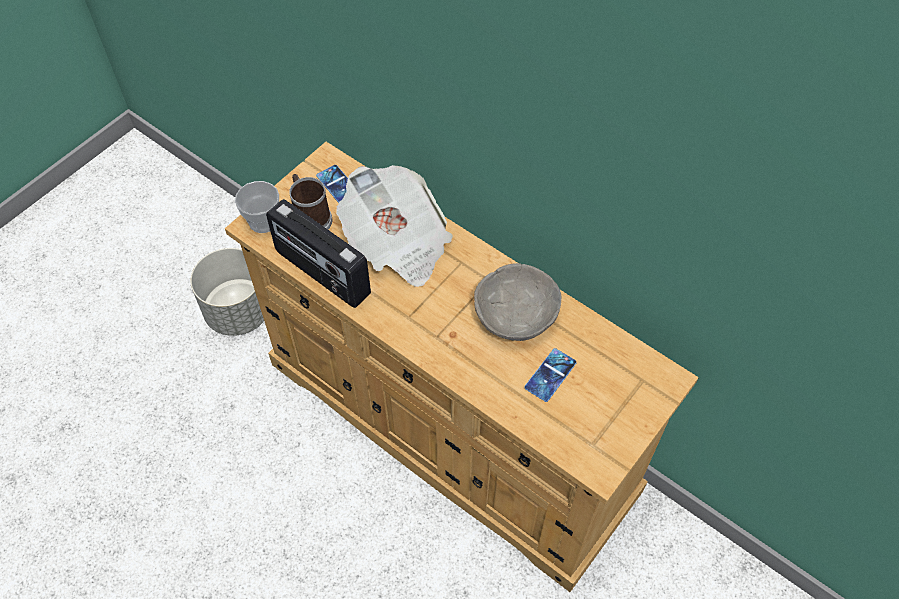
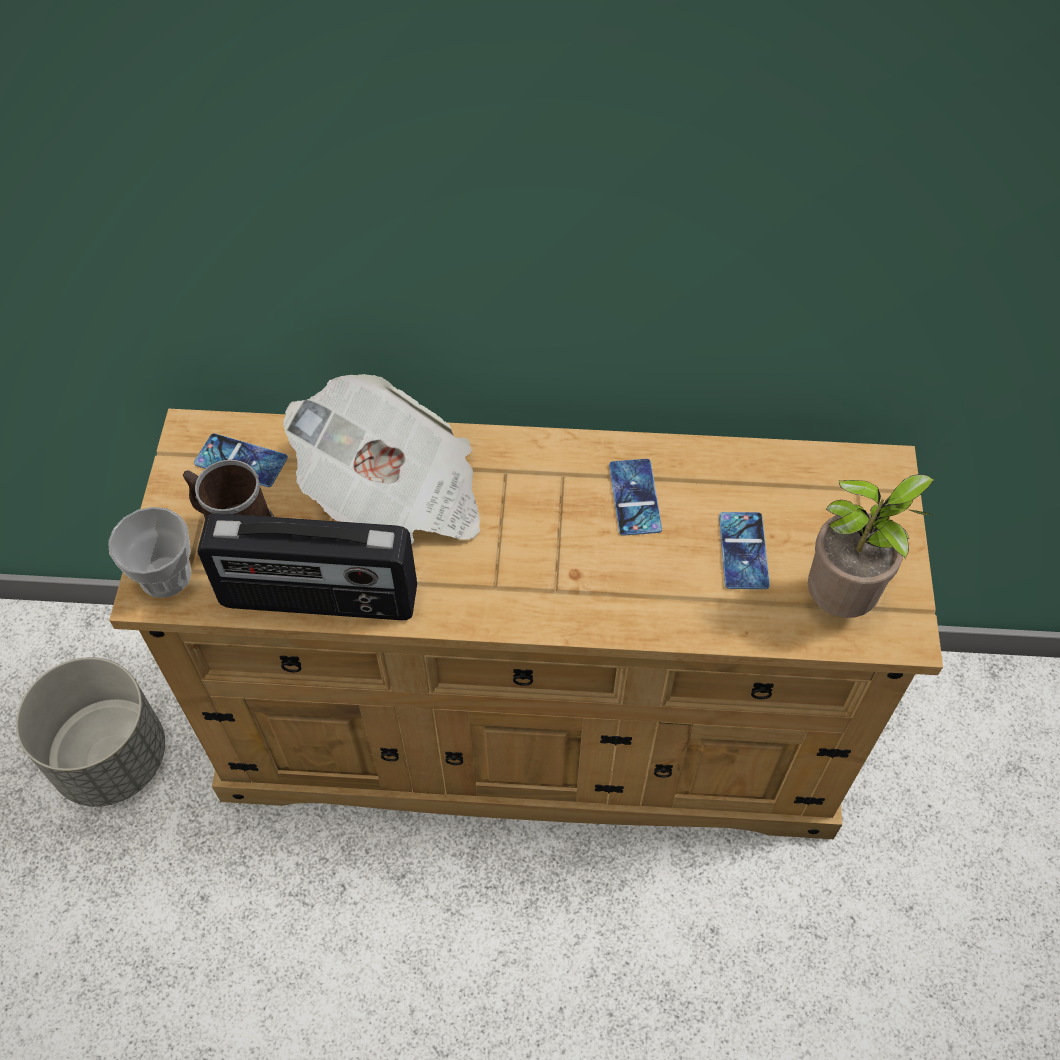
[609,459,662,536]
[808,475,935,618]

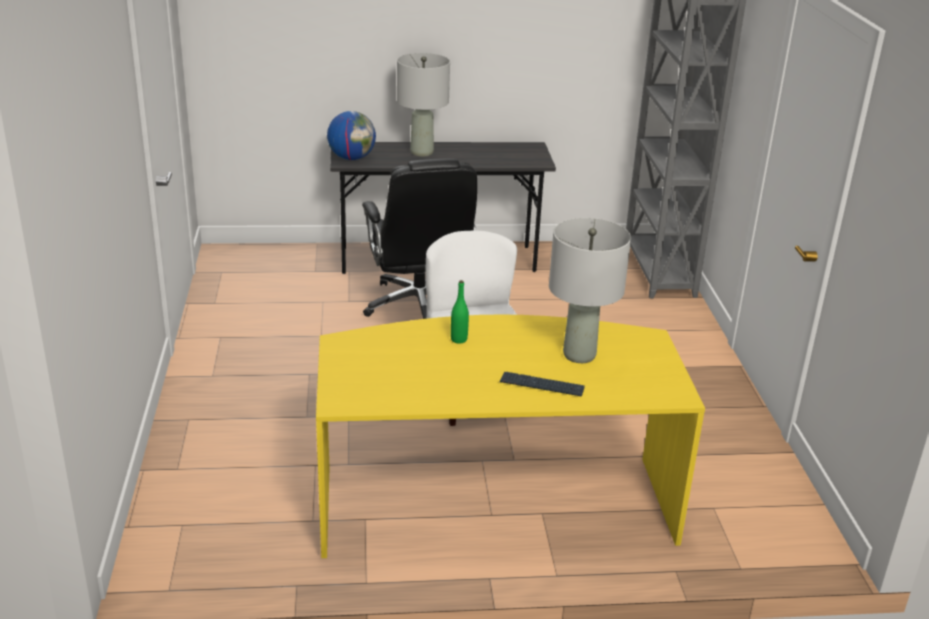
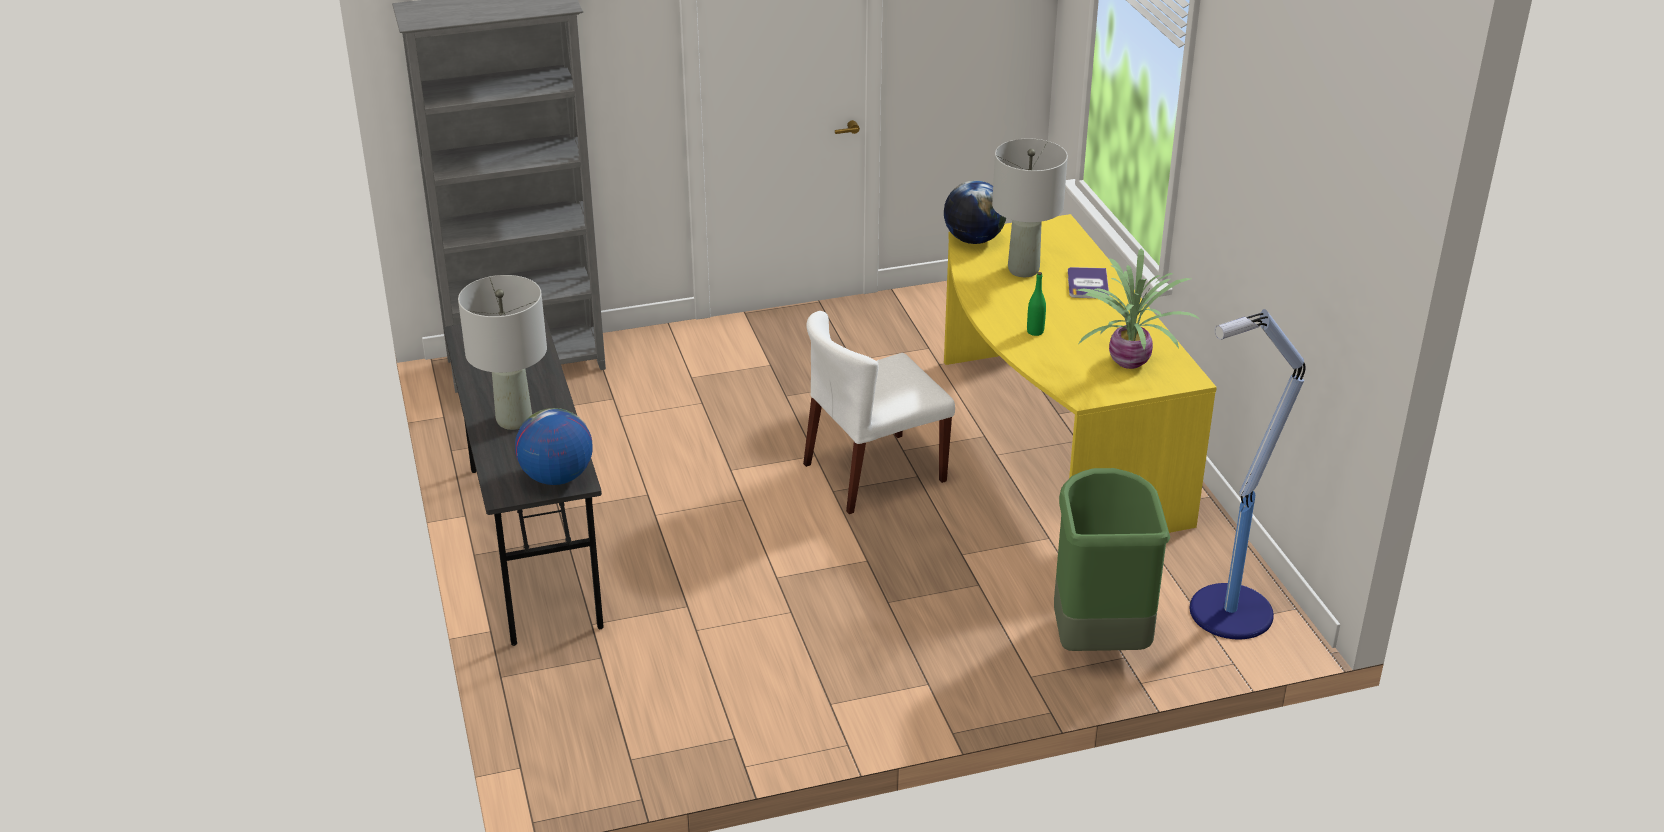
[362,158,477,319] (first image)
[1067,267,1109,298]
[944,180,1006,244]
[1054,468,1170,651]
[1077,248,1200,369]
[1190,309,1306,639]

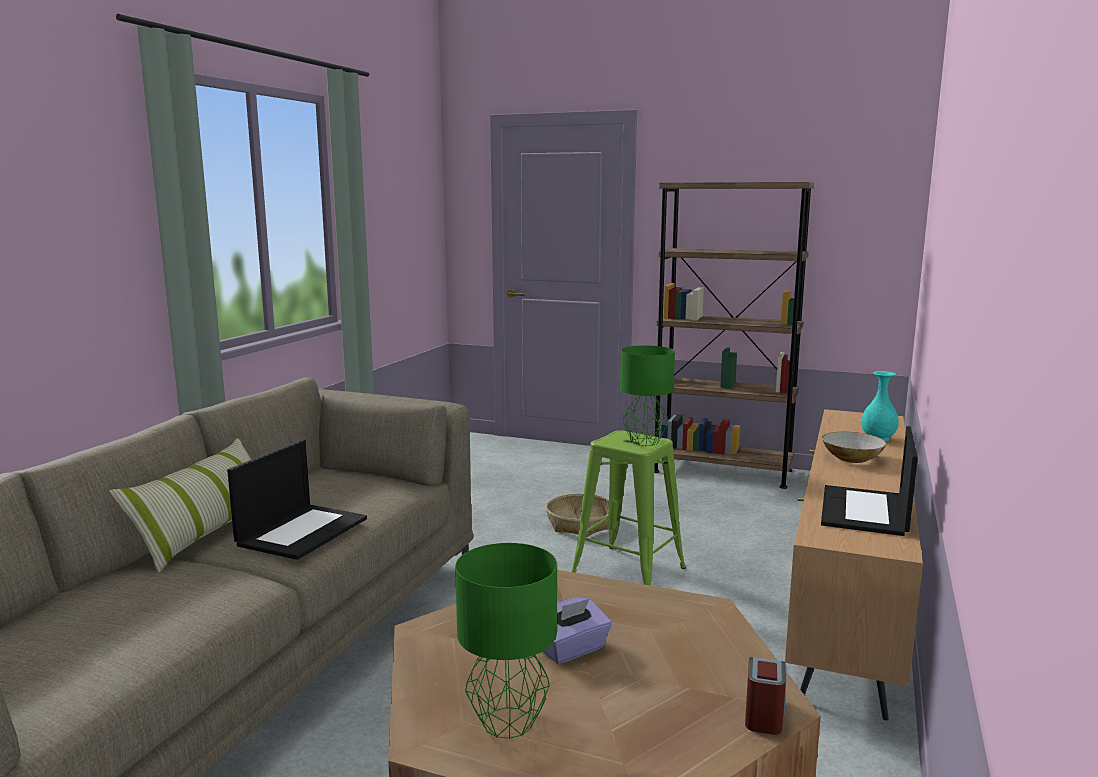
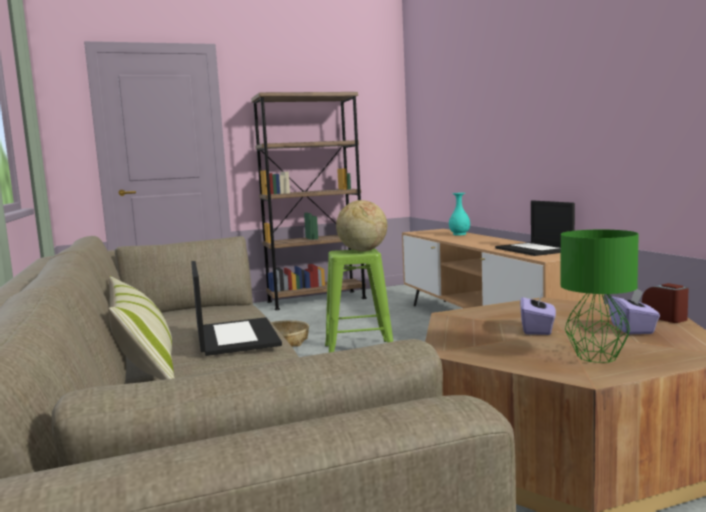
[336,200,387,251]
[822,432,887,463] (first image)
[608,289,660,334]

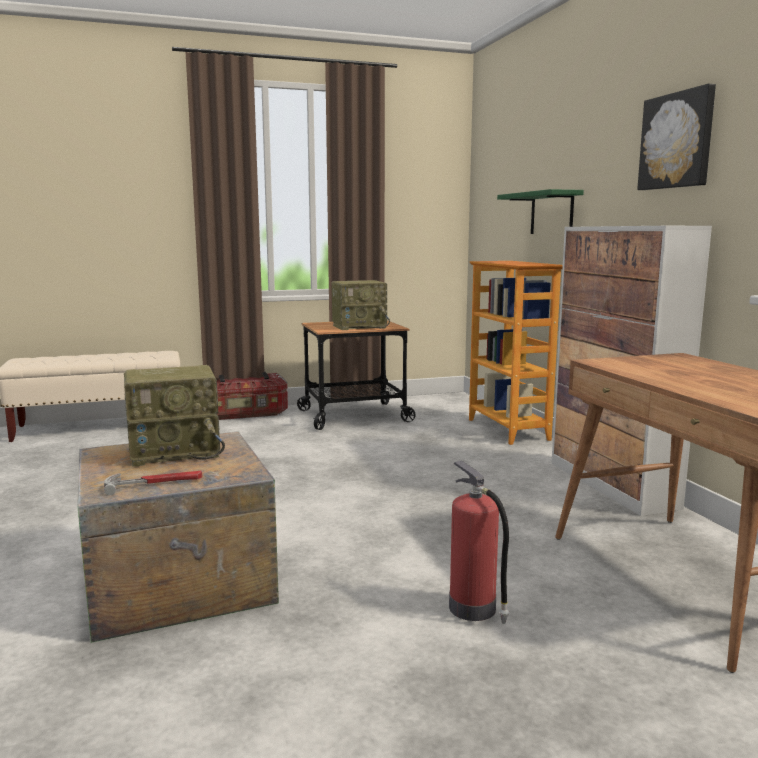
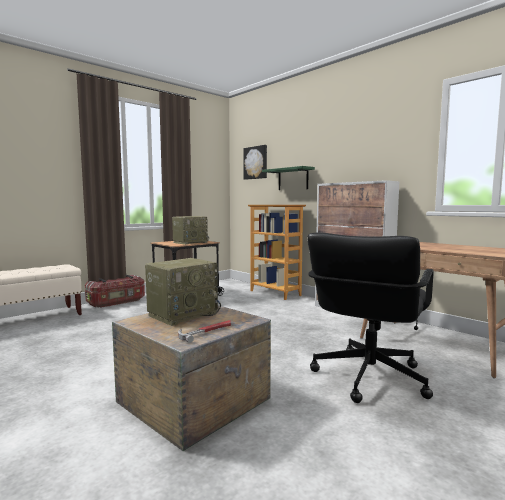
[307,232,434,403]
[243,145,267,180]

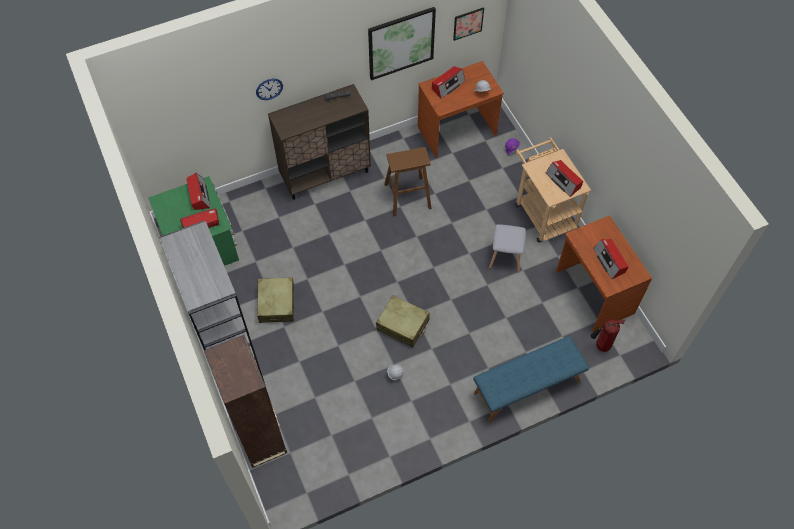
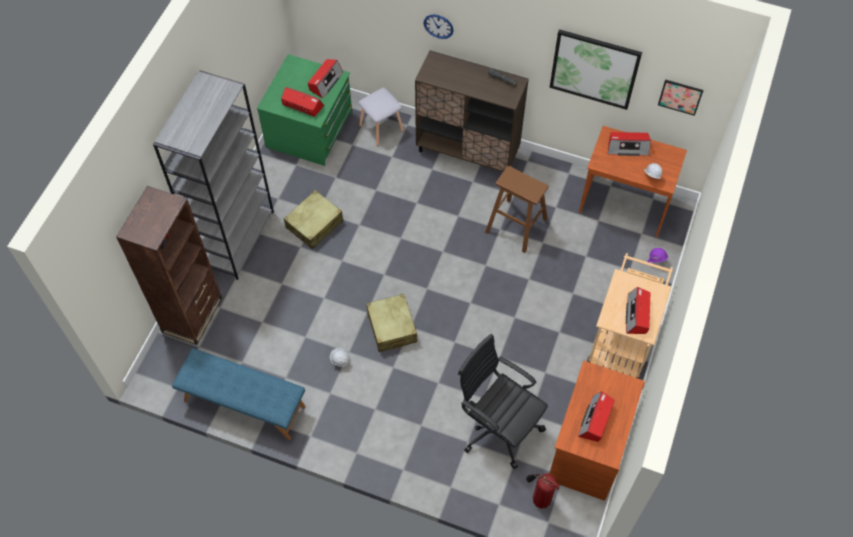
[172,348,306,440]
[359,88,404,146]
[458,334,548,469]

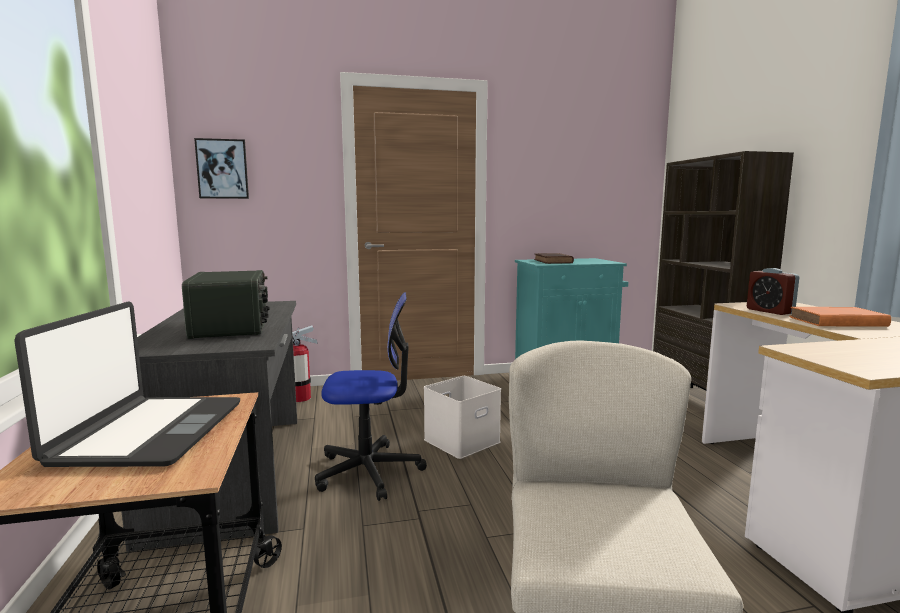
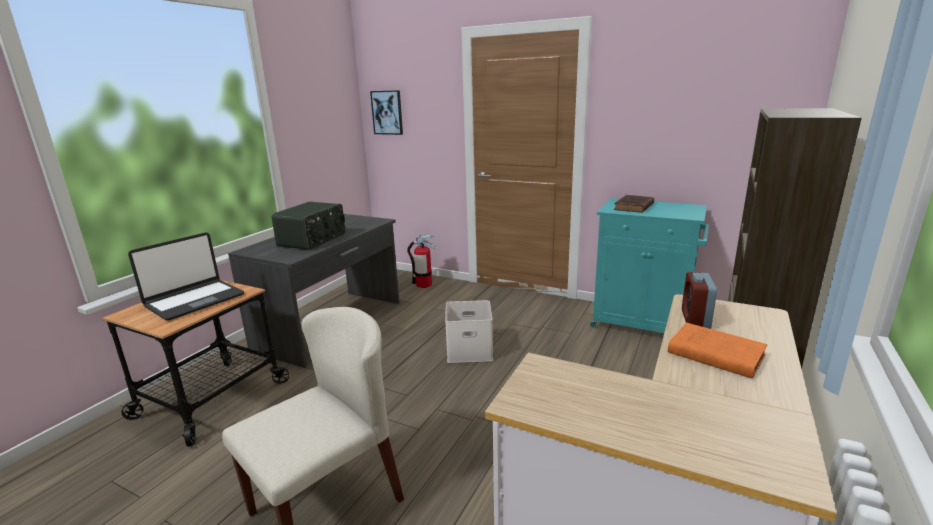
[315,292,427,501] (first image)

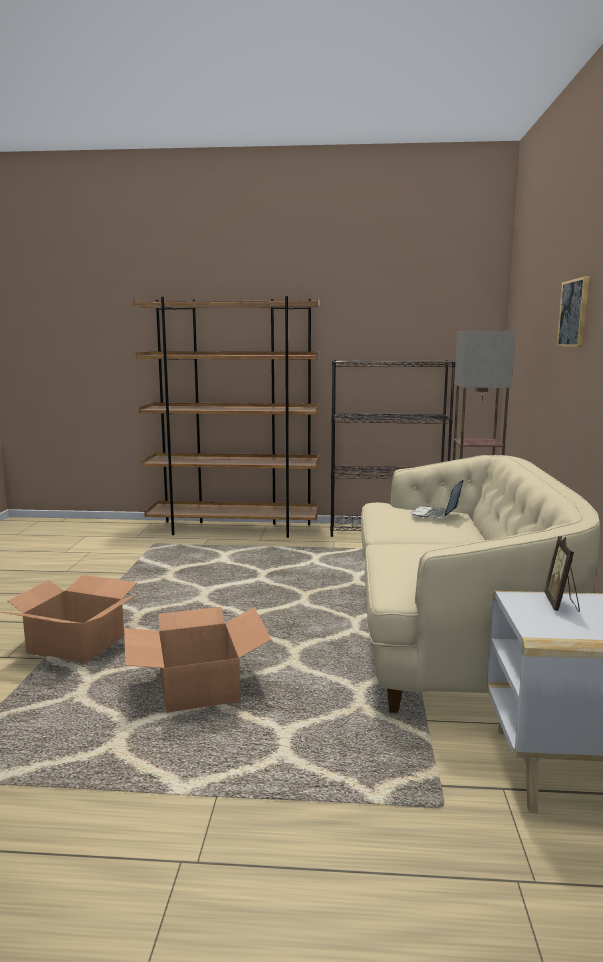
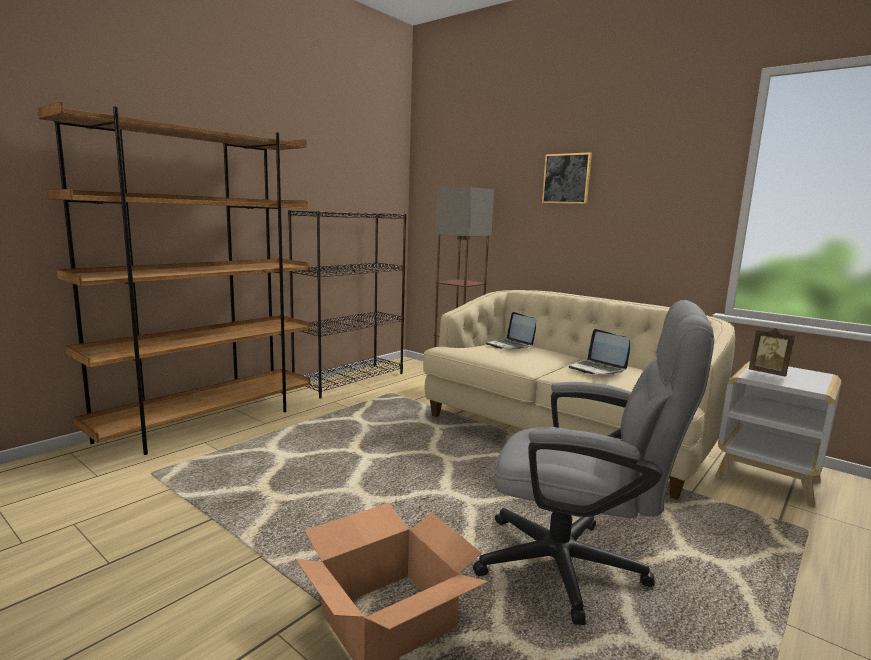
[473,300,714,625]
[569,329,630,374]

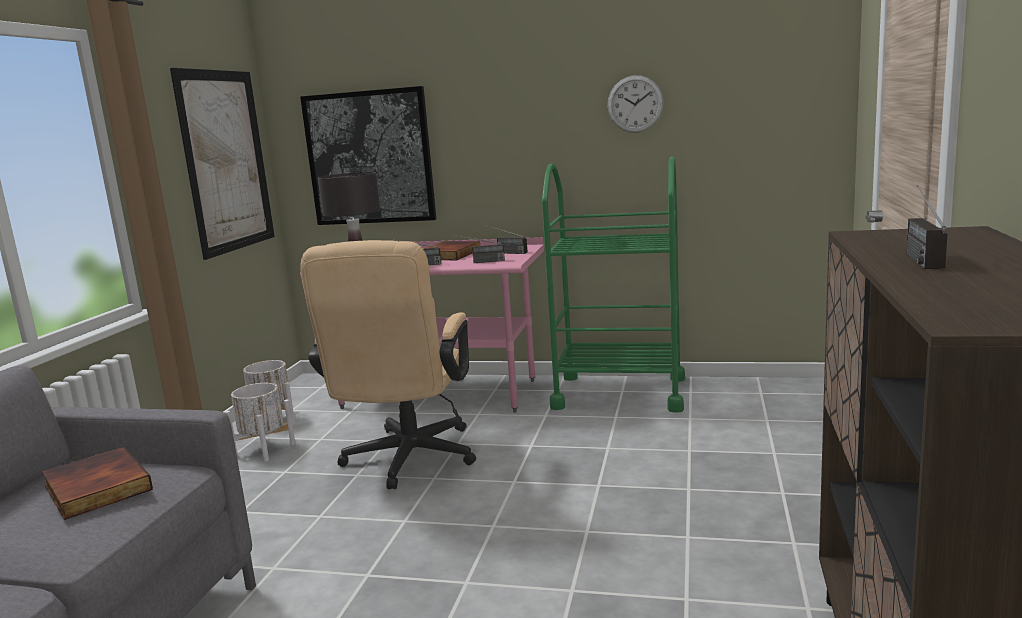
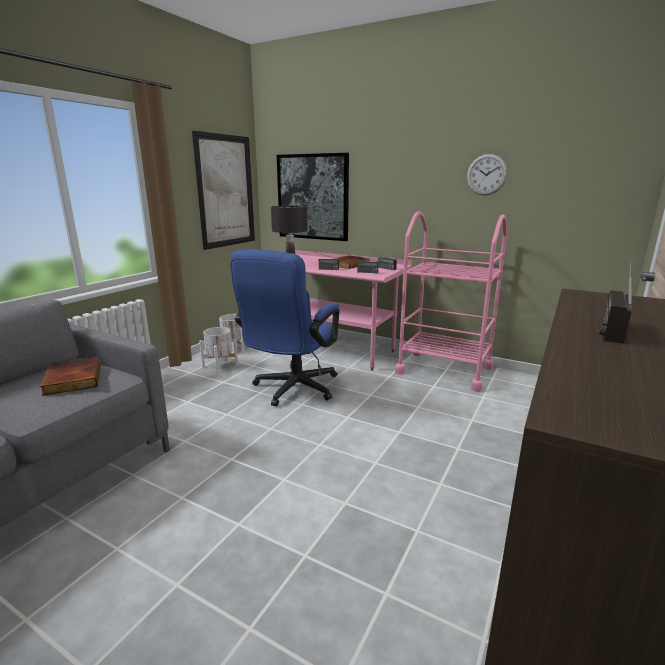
[230,249,339,407]
[395,211,507,392]

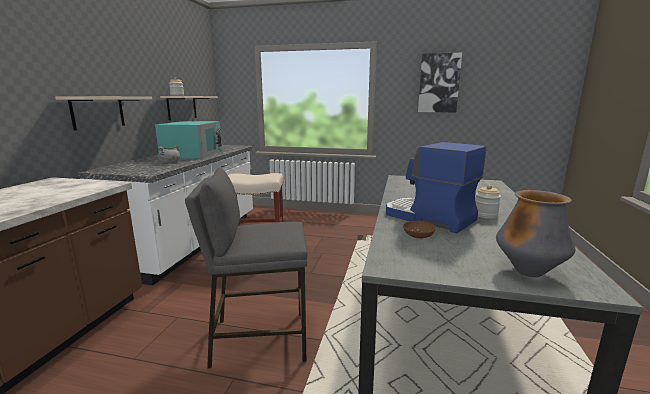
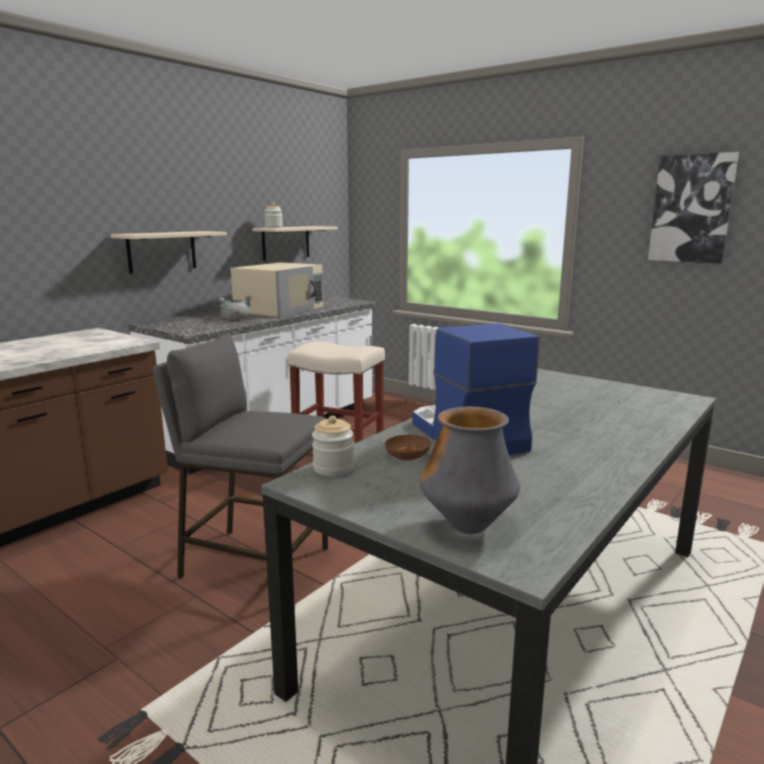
[231,262,323,317]
[312,416,354,476]

